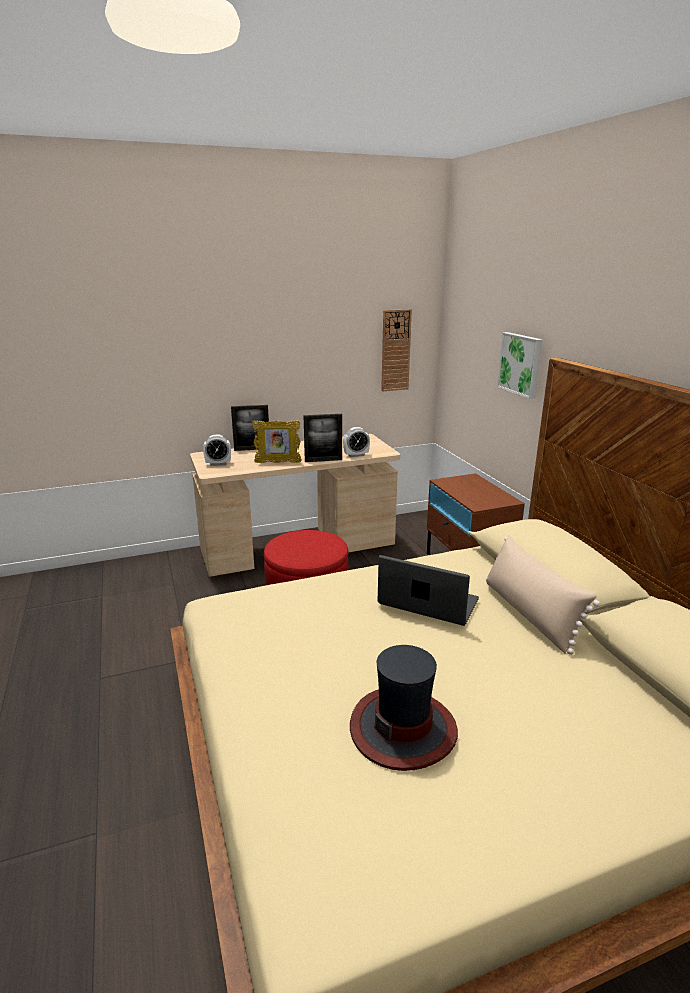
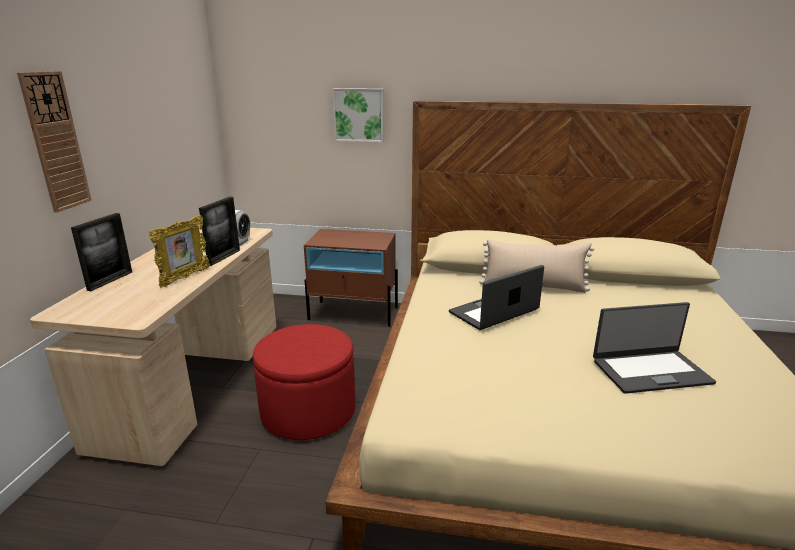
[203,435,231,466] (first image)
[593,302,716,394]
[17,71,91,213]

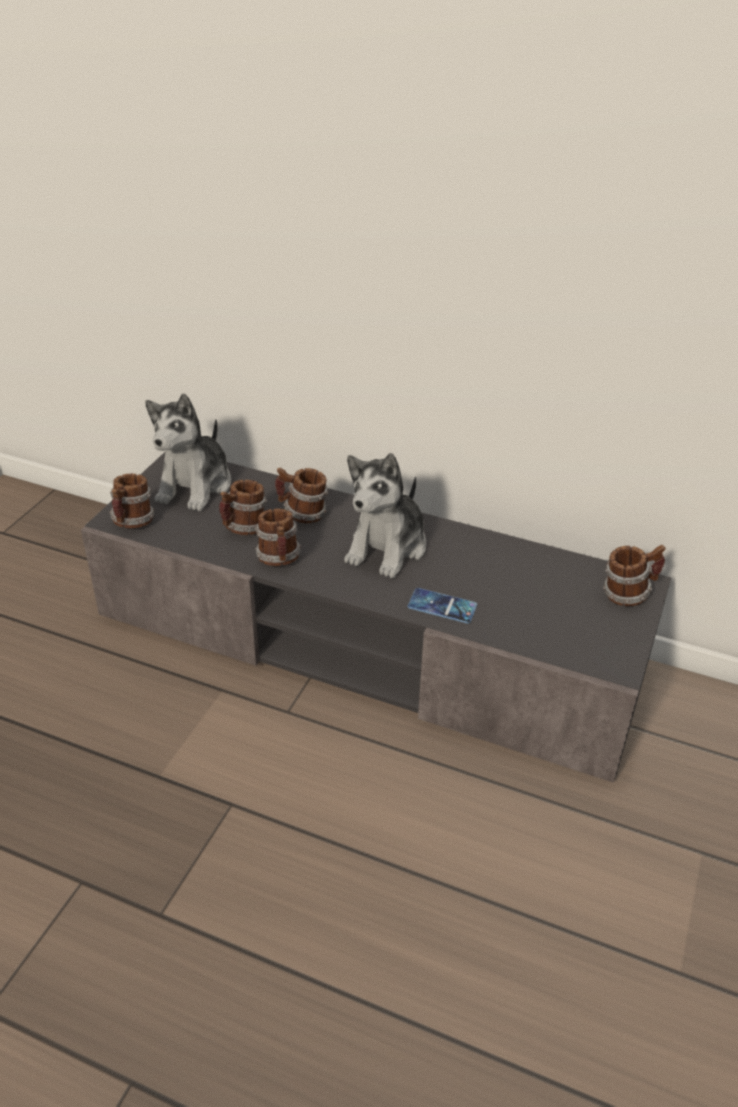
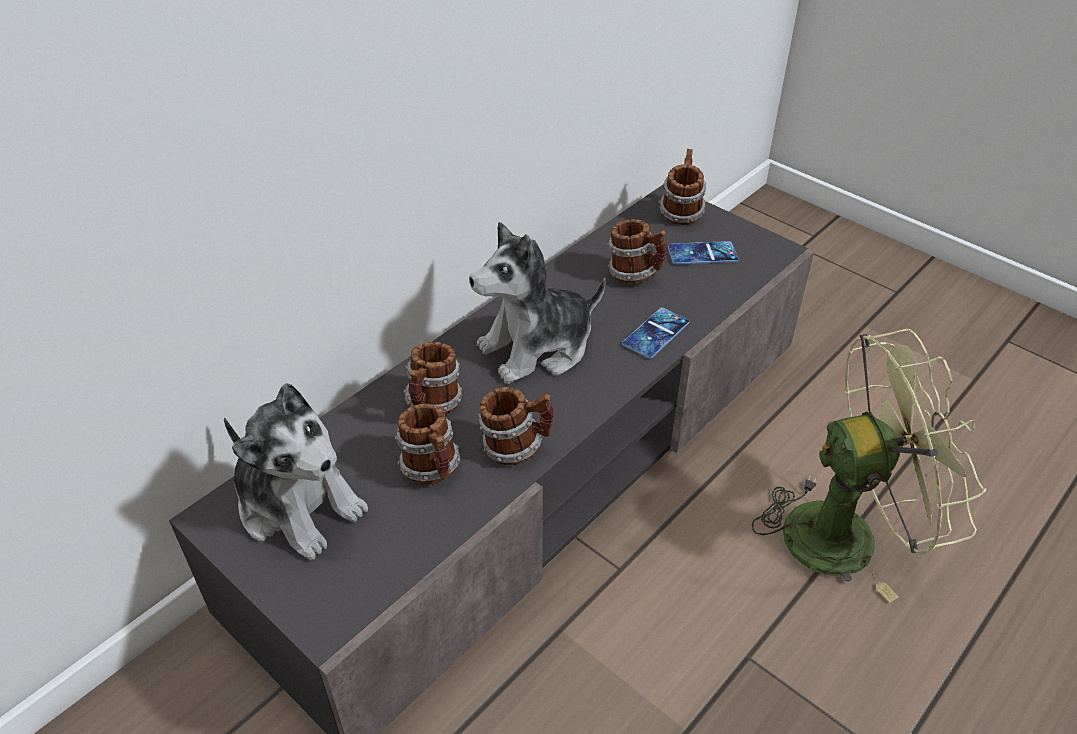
[607,219,667,284]
[469,222,606,384]
[668,241,739,265]
[752,329,986,603]

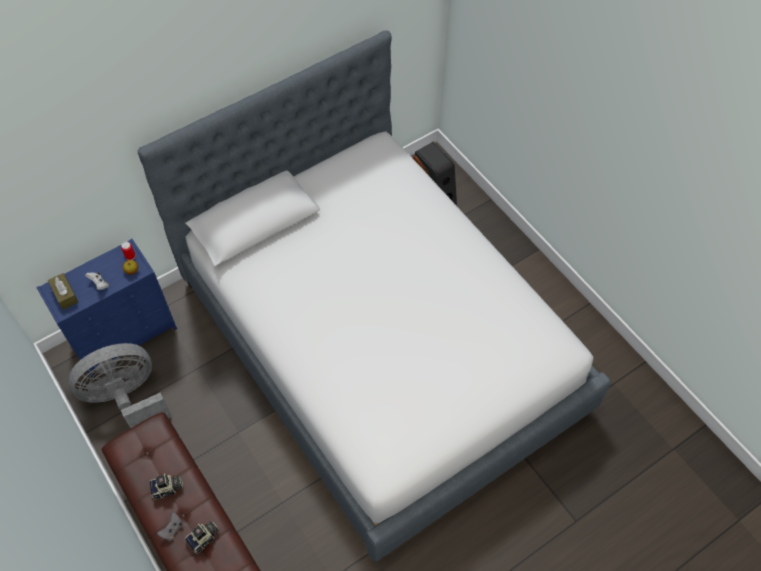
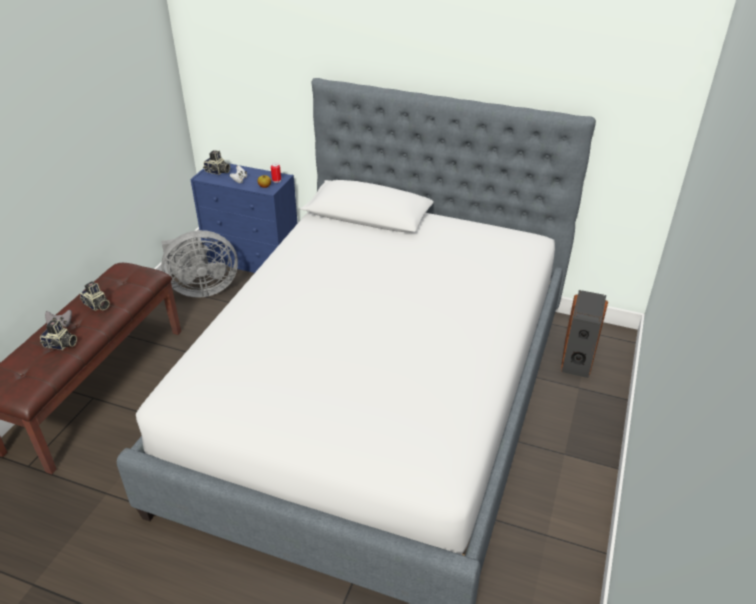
[203,150,230,175]
[161,230,238,297]

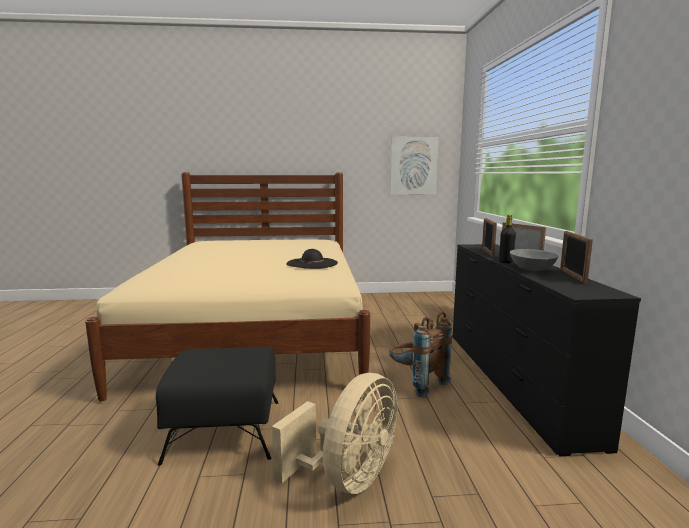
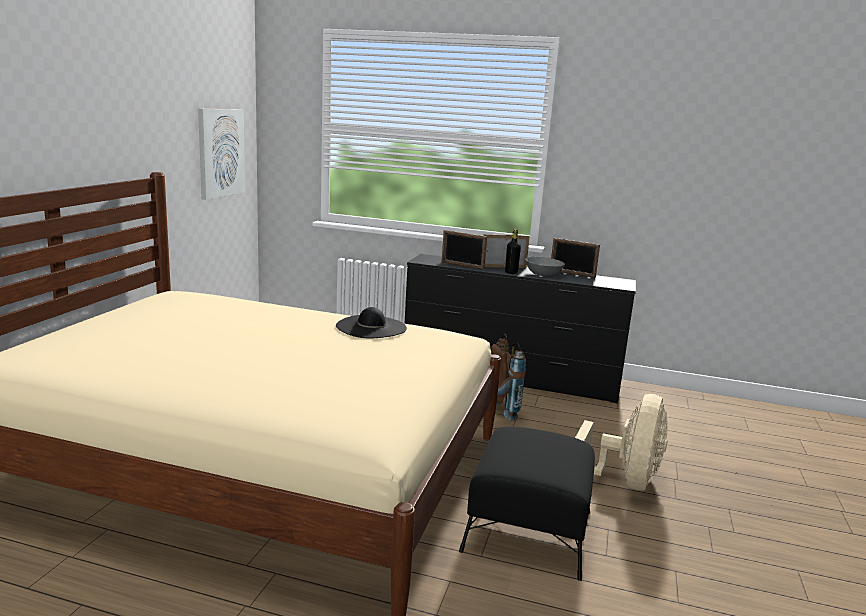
[575,394,668,490]

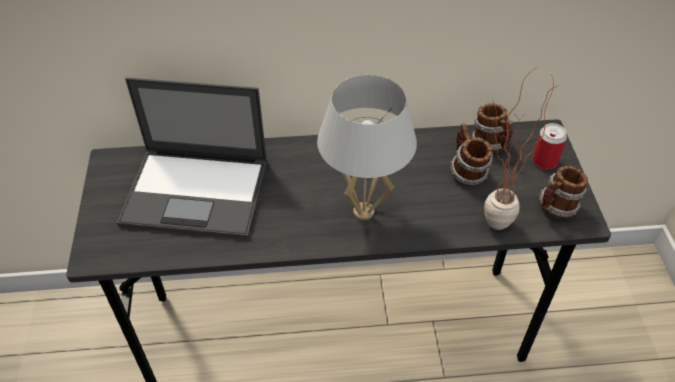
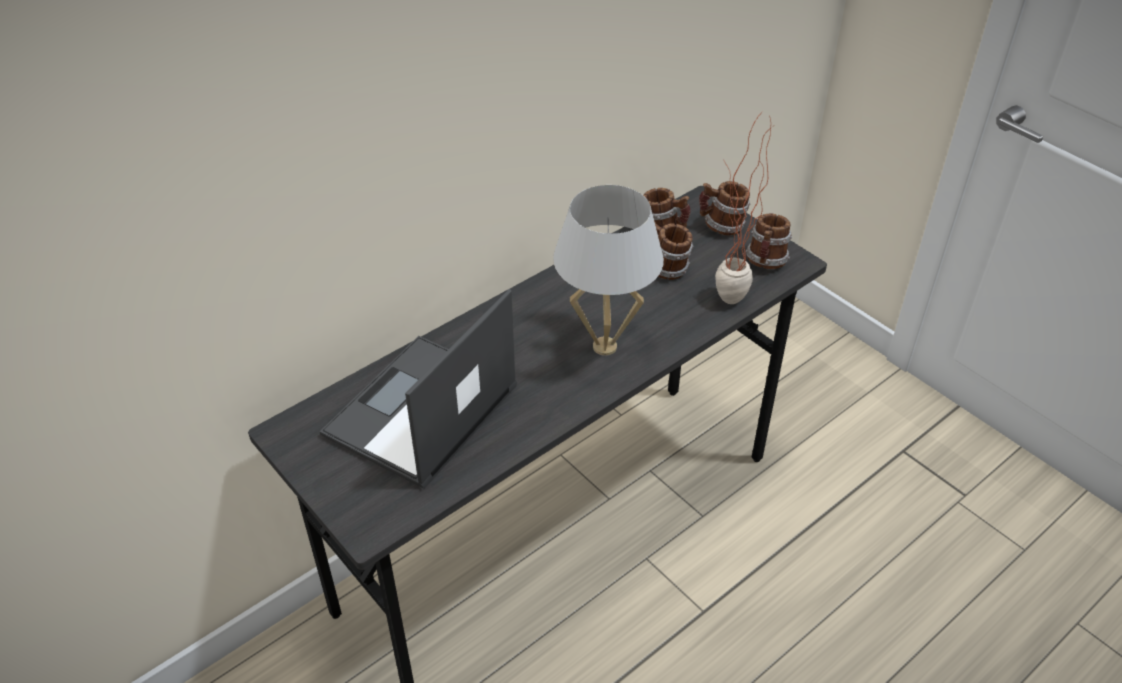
[320,289,517,489]
[699,181,750,236]

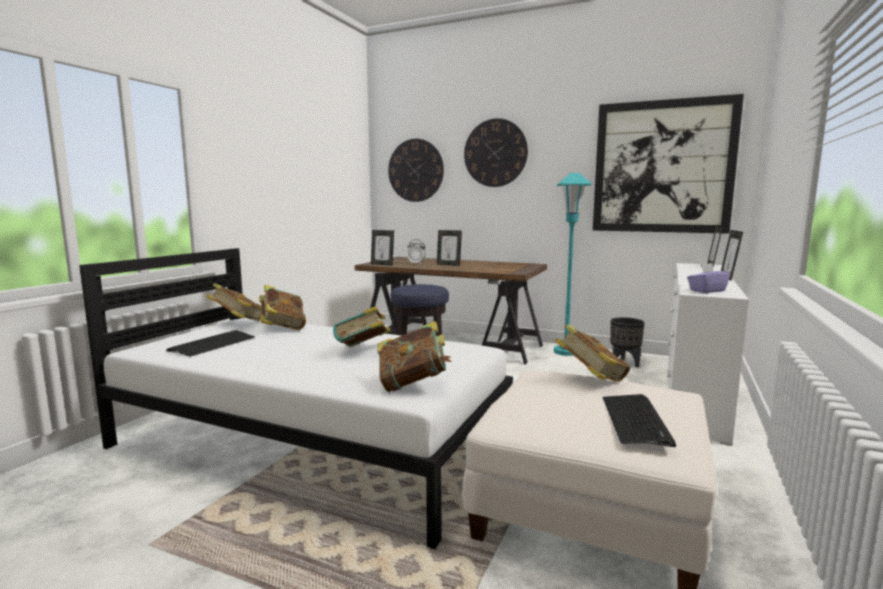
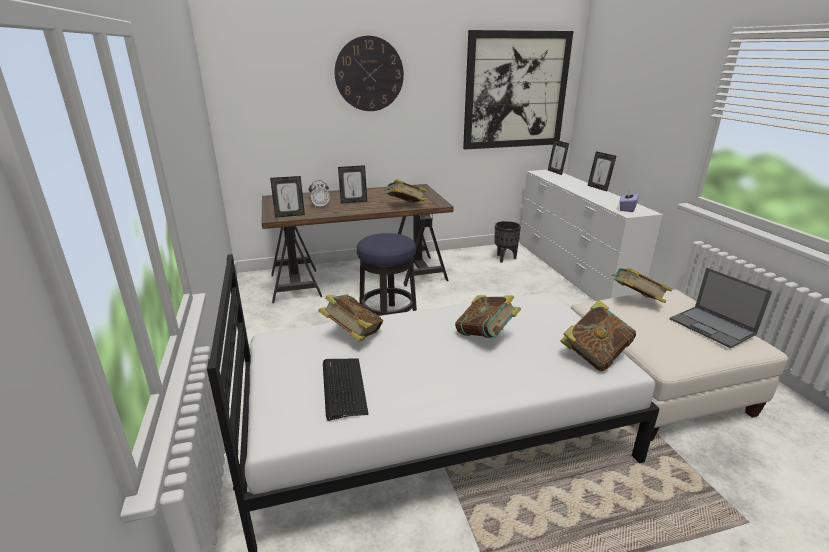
[384,179,427,203]
[388,139,444,202] (first image)
[554,173,592,356] (first image)
[670,268,772,348]

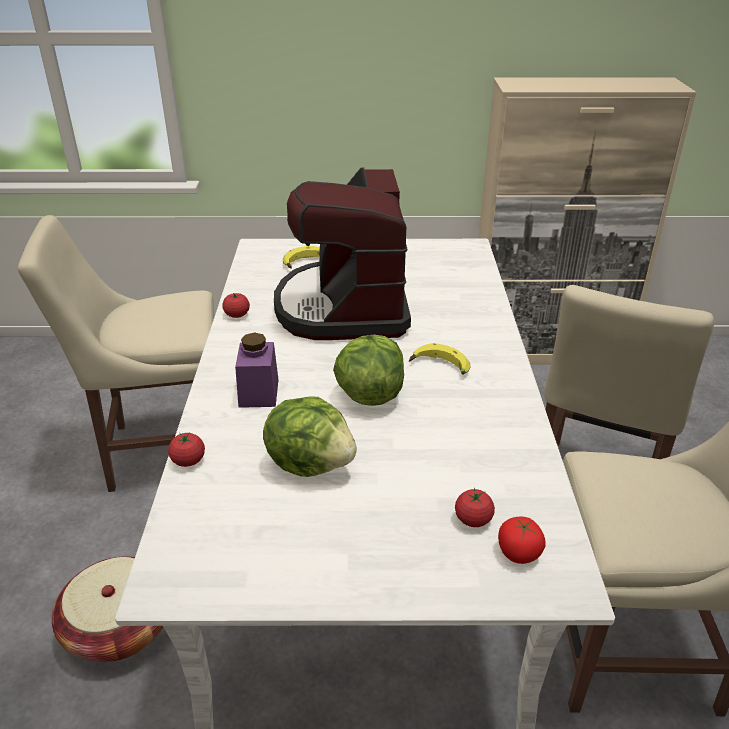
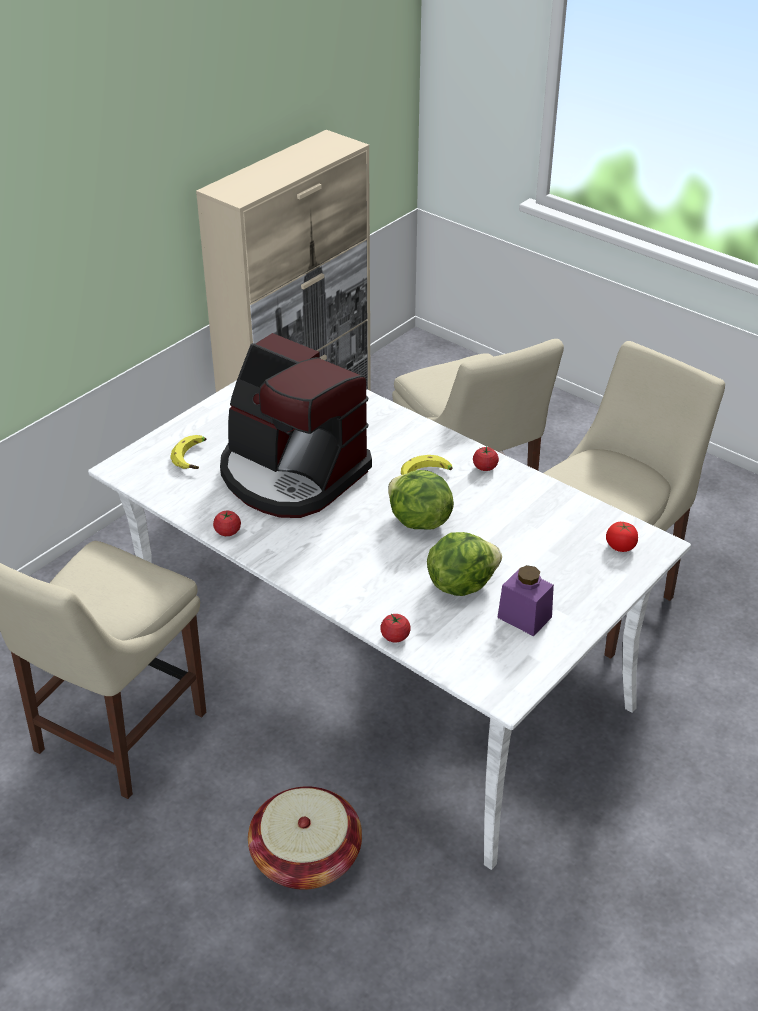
[497,565,554,636]
[473,446,499,471]

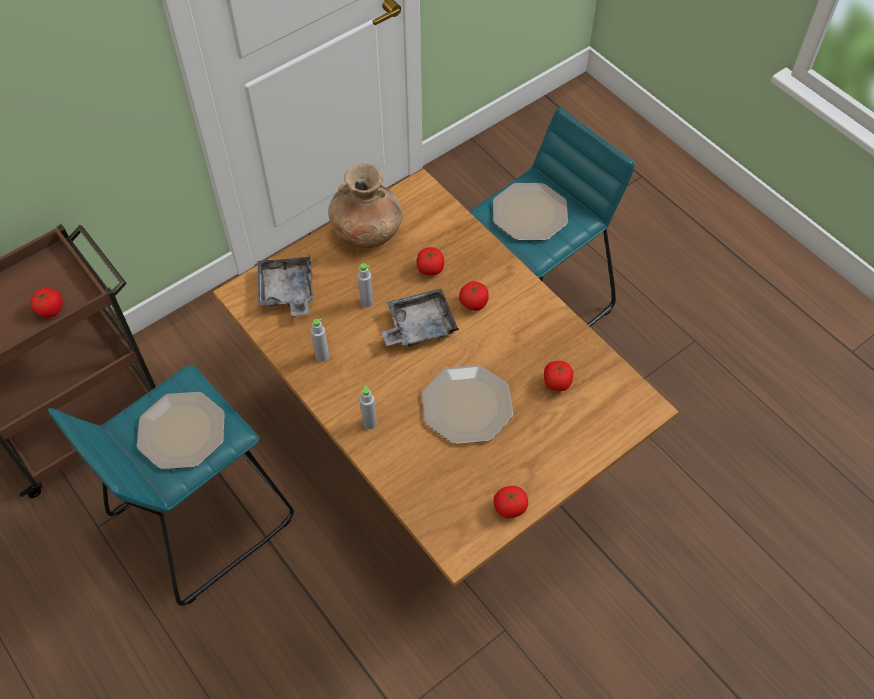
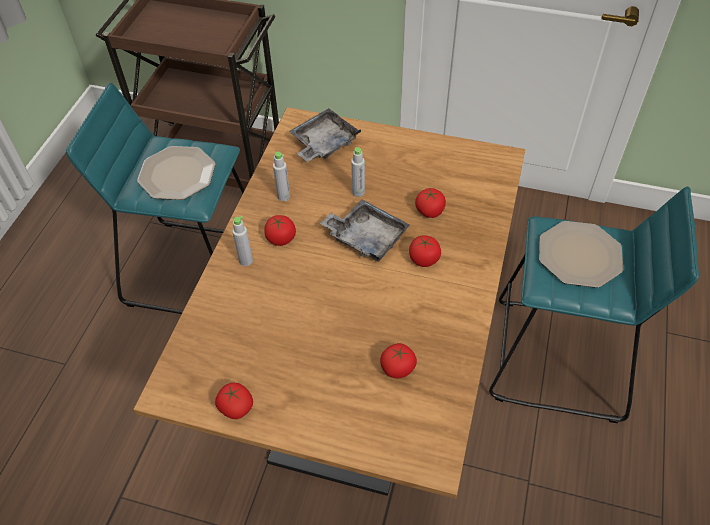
[264,215,296,246]
[328,163,403,248] (first image)
[422,365,513,444] (first image)

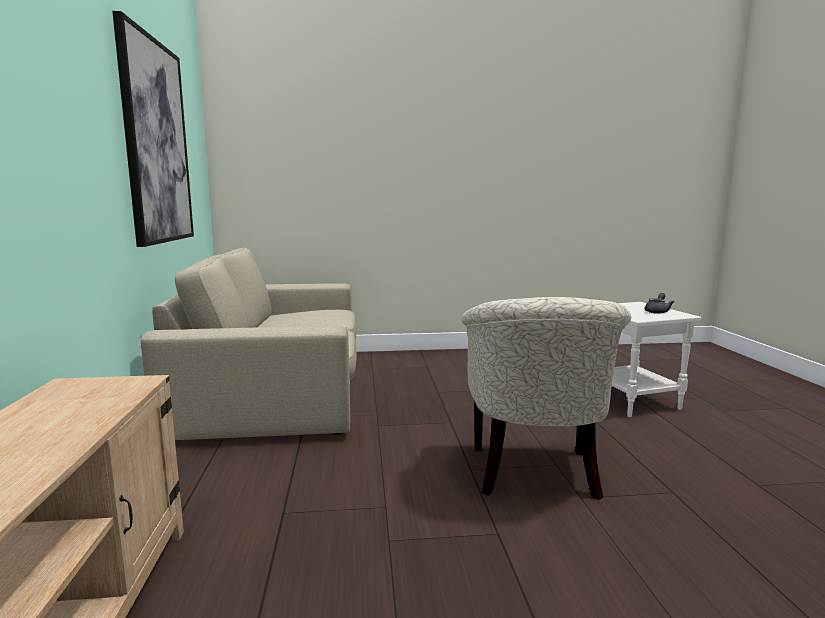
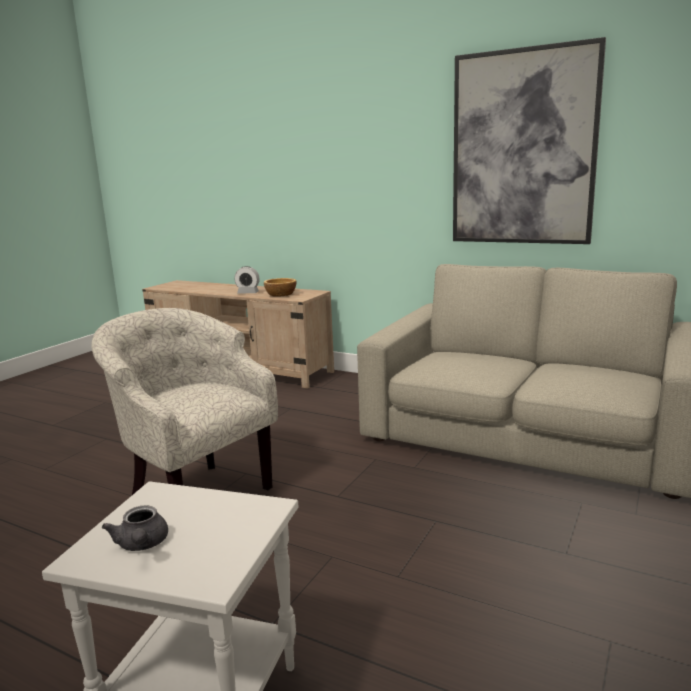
[234,266,259,293]
[264,278,296,297]

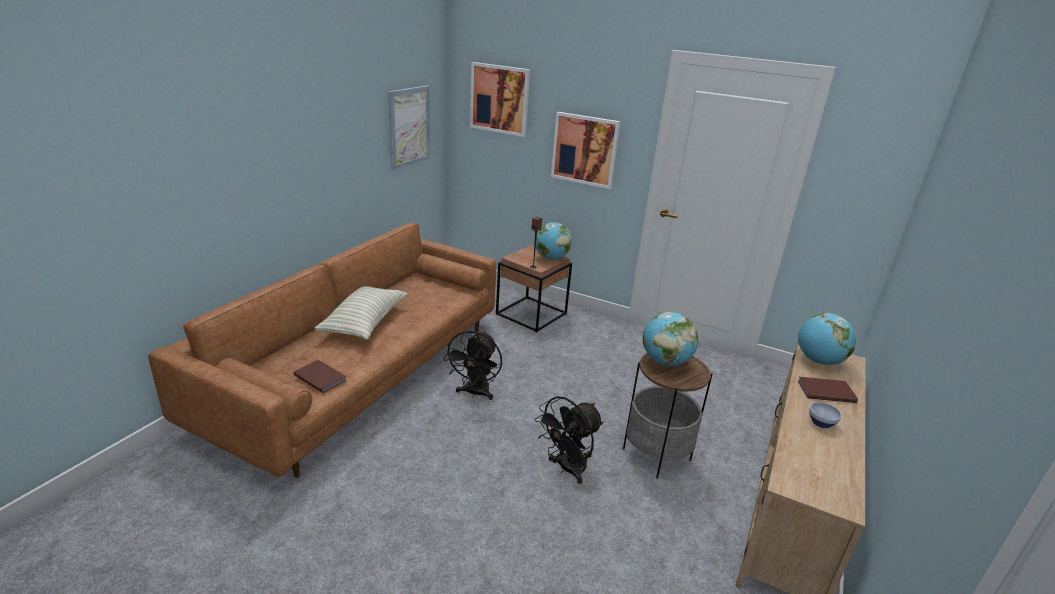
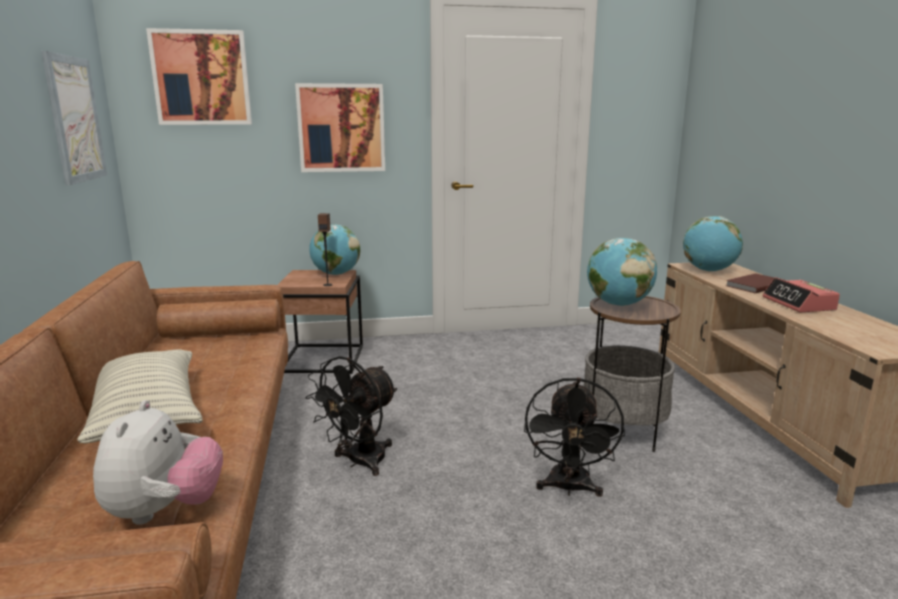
[93,400,223,525]
[305,356,398,476]
[762,277,840,312]

